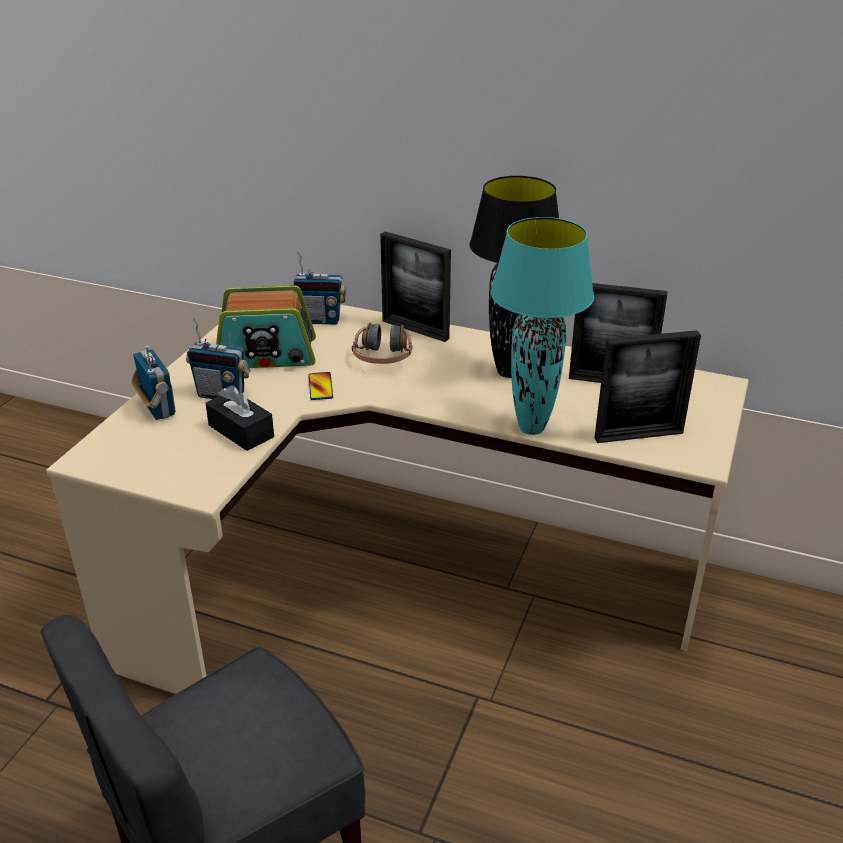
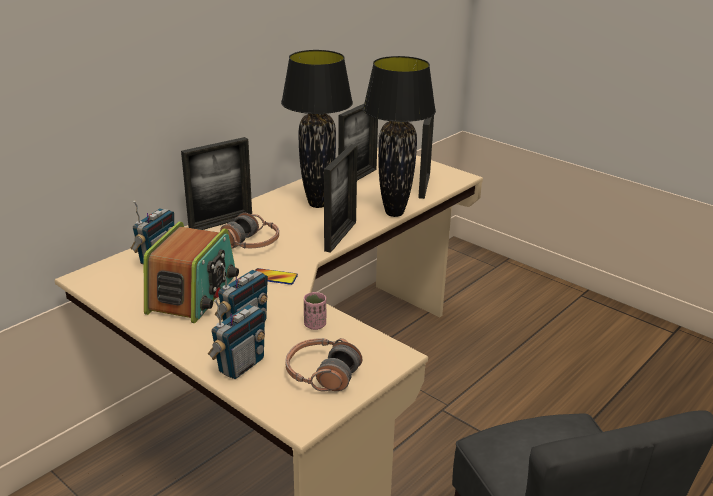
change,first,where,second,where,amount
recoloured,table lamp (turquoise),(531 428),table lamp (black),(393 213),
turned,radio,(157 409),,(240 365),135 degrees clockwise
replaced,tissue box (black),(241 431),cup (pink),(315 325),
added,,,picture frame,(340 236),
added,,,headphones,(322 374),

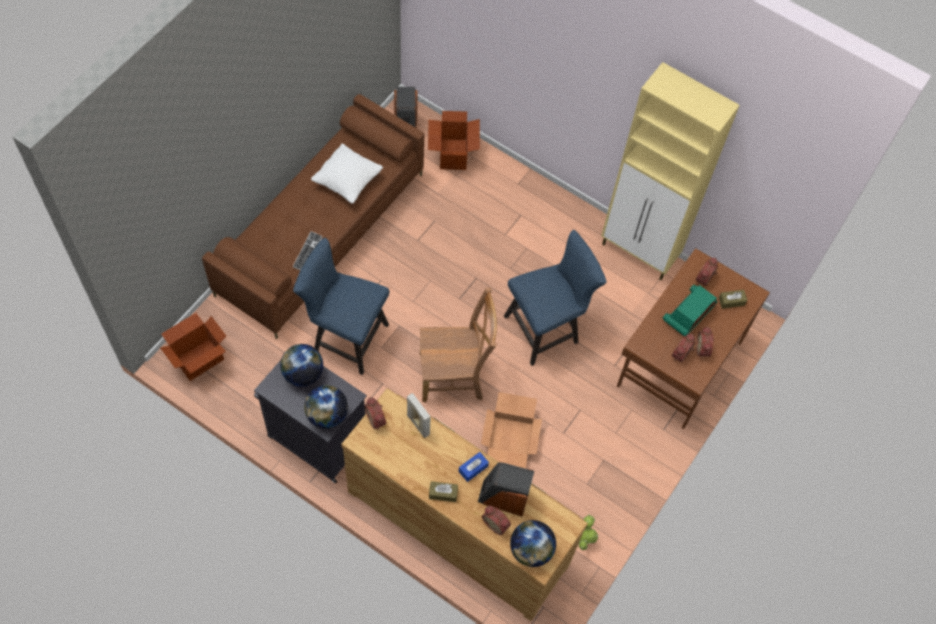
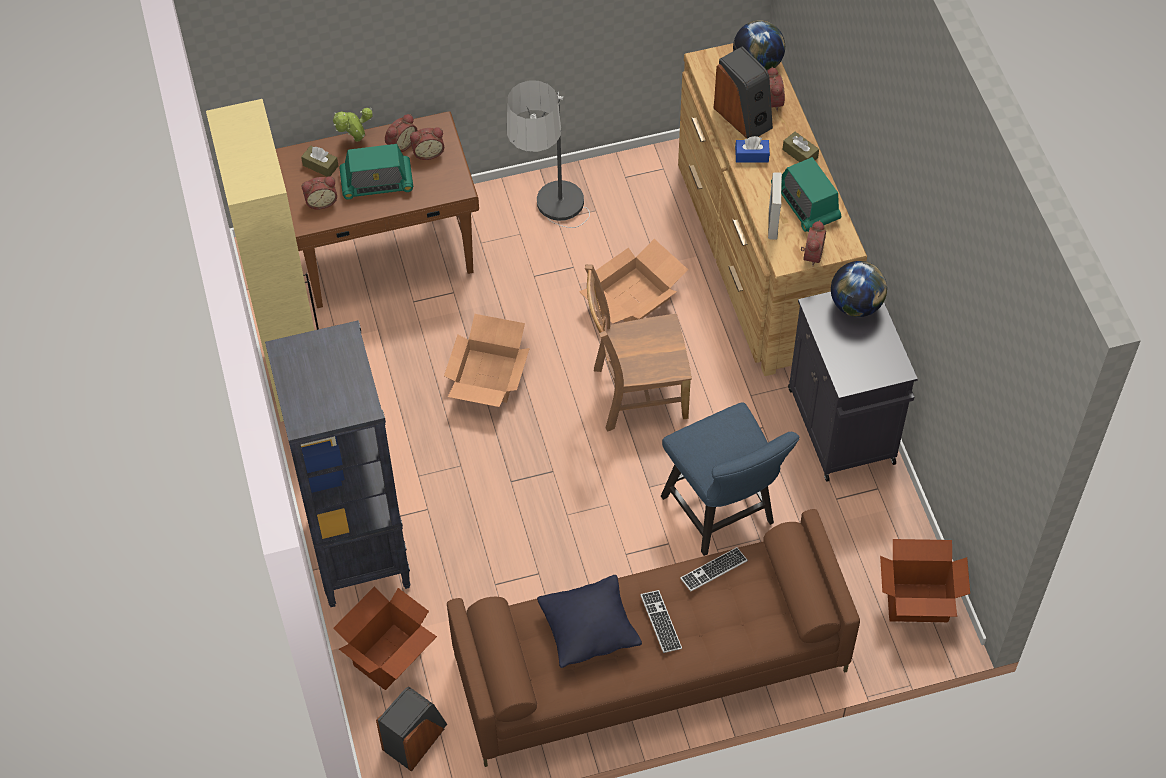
change,first,where,second,where,amount
recoloured,pillow (white),(347 181),pillow (black),(589 631),
replaced,chair (blue),(546 328),cardboard box,(487 375),
turned,chair (brown),(454 376),,(635 393),45 degrees counterclockwise
removed,globe,(303 374),,,
moved,potted plant,(583 541),,(355 140),
added,,,floor lamp,(552 233),
added,,,radio,(805 203),
added,,,bookcase (black),(359 552),
added,,,keyboard,(661 622),

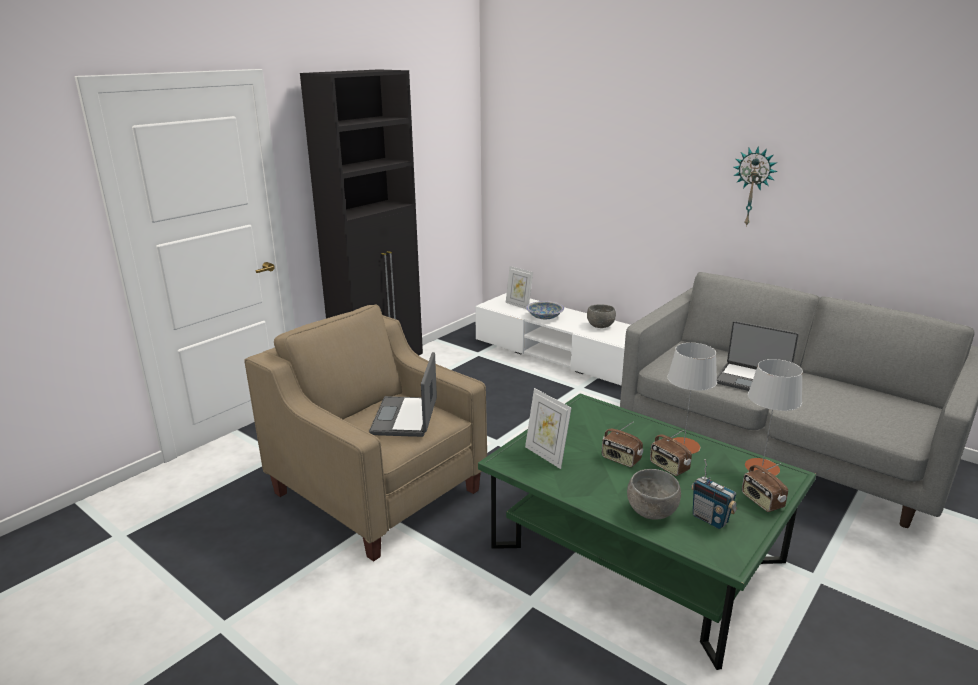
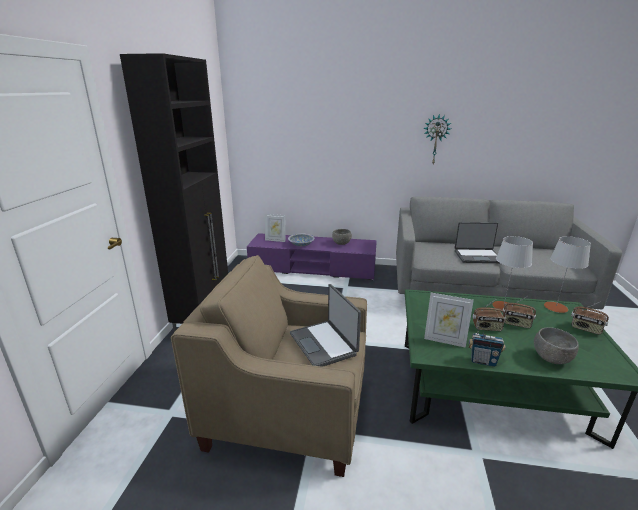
change,first,where,second,where,amount
recoloured,tv stand (white),(561 355),tv stand (purple),(313 268),
moved,radio,(710 519),,(483 361),

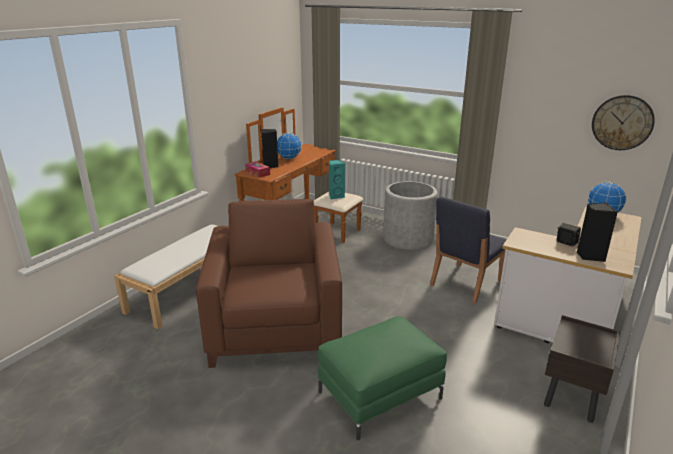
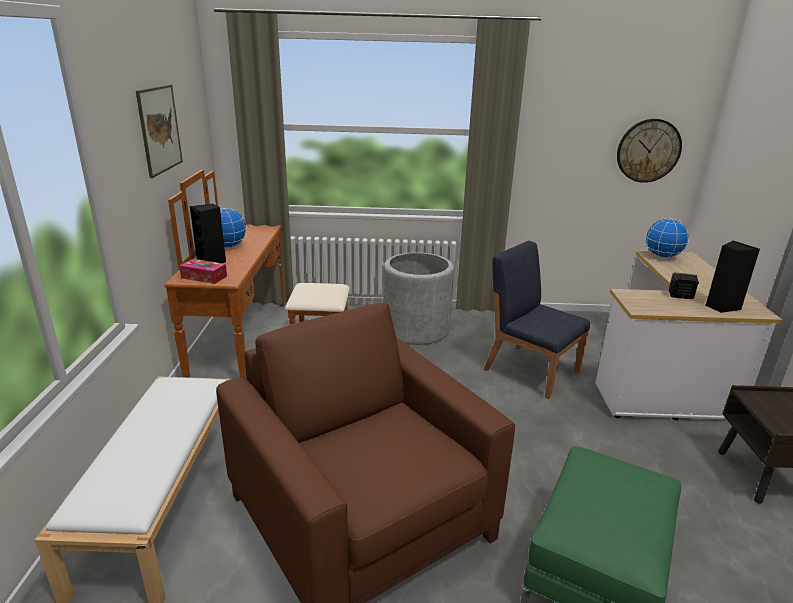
change,first,where,second,where,amount
removed,speaker (turquoise),(336 196),,,
turned,chair (blue),(465 283),,(530 370),120 degrees clockwise
added,,,picture,(160 129),

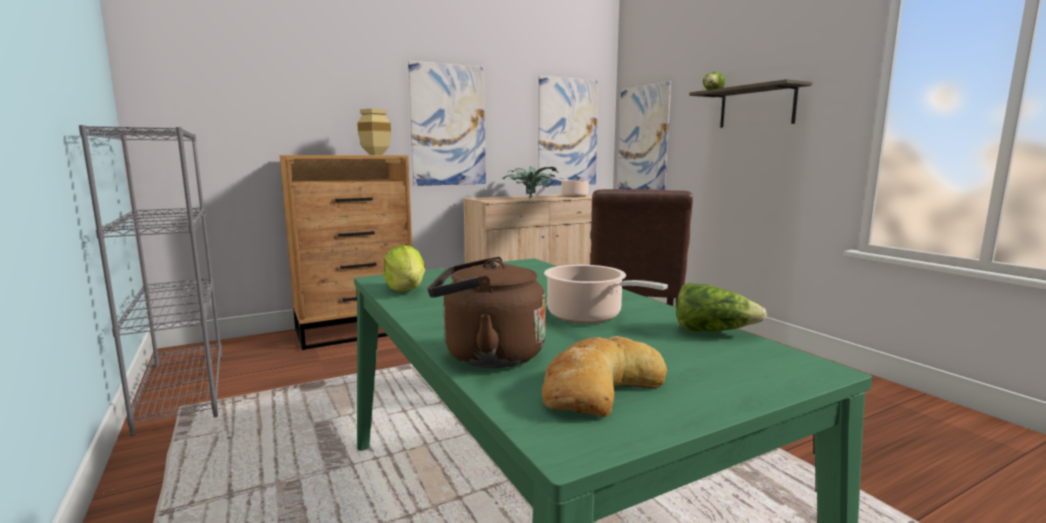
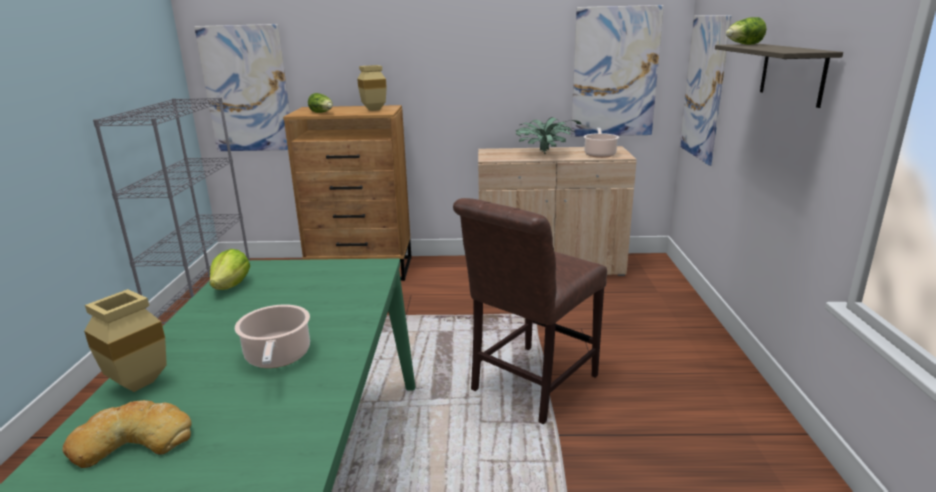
change,first,where,second,where,amount
moved,picture,(448 125),,(246 90),
replaced,kettle (brown),(487 355),vase (beige),(141 382),
moved,lettuce,(712 331),,(322 113),

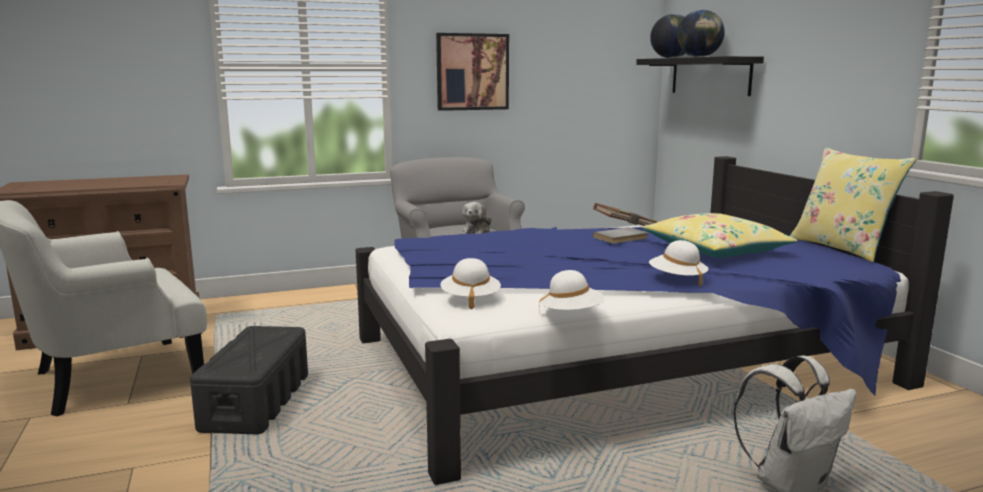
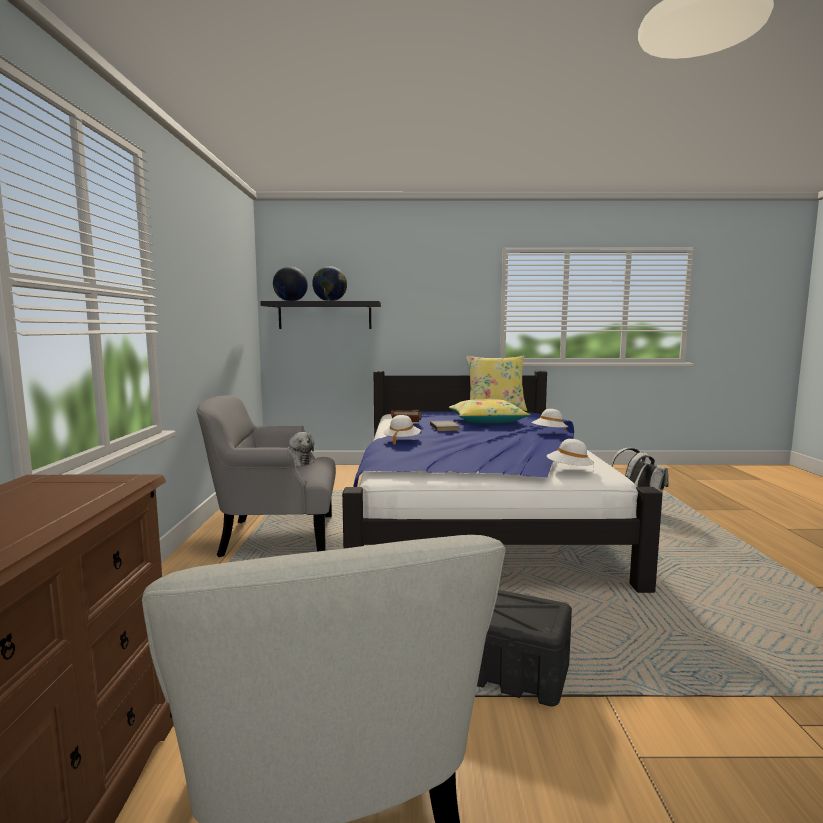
change,first,where,second,where,amount
removed,picture,(472 72),,,
moved,hat (white),(571 314),,(401 441),

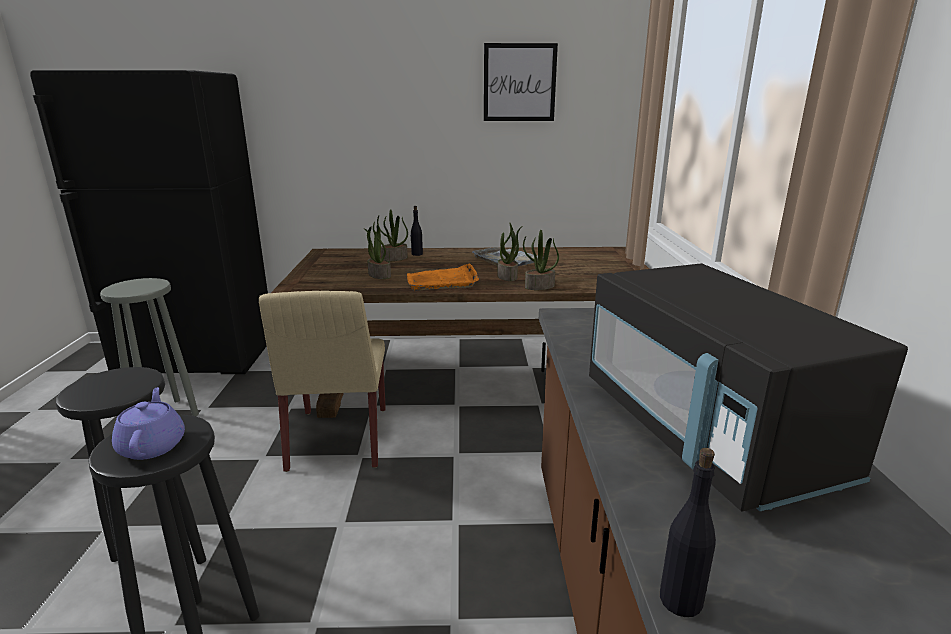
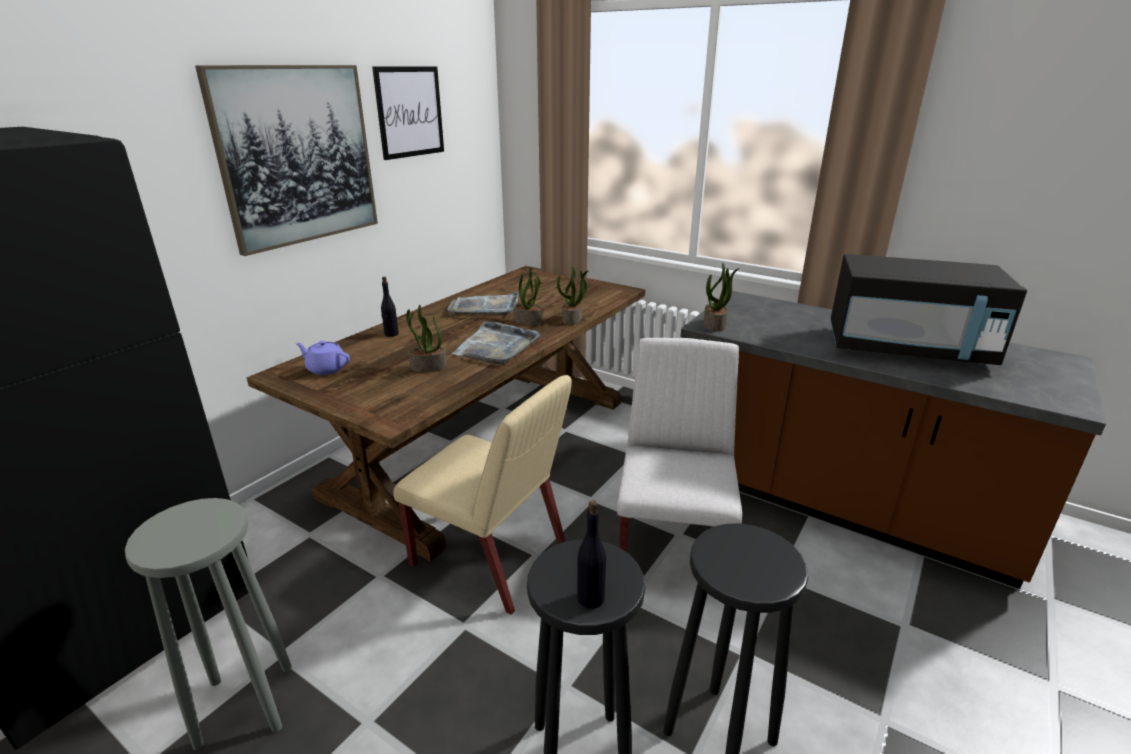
change,first,where,second,where,amount
moved,potted plant,(394 259),,(715 325),
recoloured,tray (orange),(442 281),tray (grey),(497 346),
moved,teapot (purple),(153 445),,(326 369),
moved,bottle (black),(681 600),,(590 598),
added,,,picture,(297 156),
added,,,chair (white),(672 543),

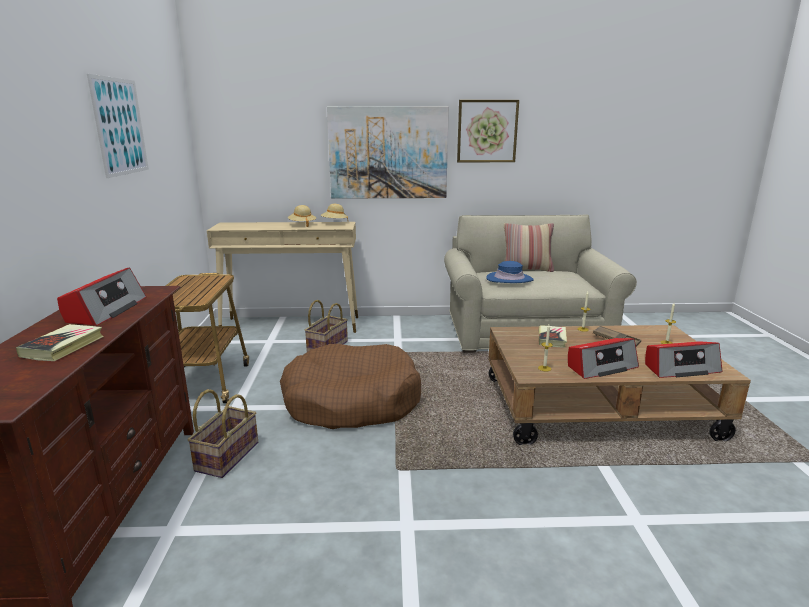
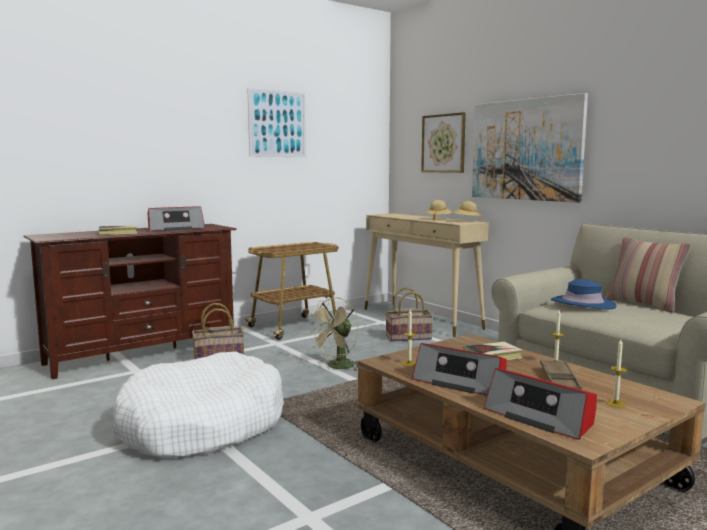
change,first,where,second,where,amount
moved,picture,(487 131),,(443 143),
replaced,dog bed (brown),(351 401),fan (beige),(337 367),
added,,,dog bed (white),(202 425),

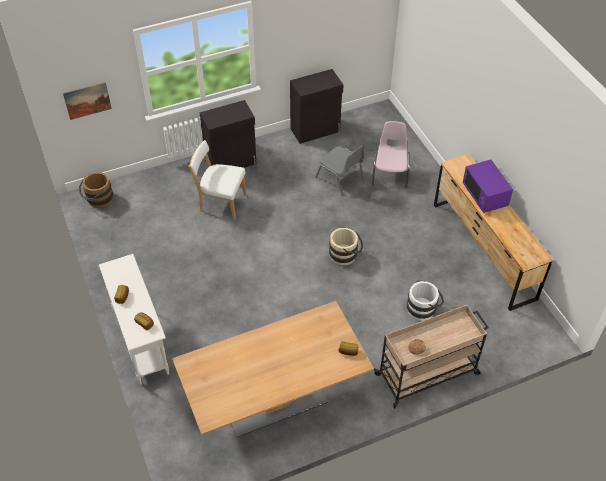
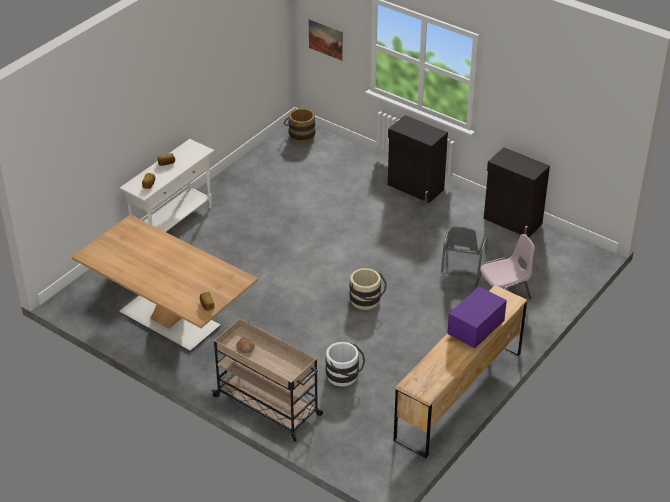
change,first,where,second,where,amount
removed,chair (white),(220 203),,,

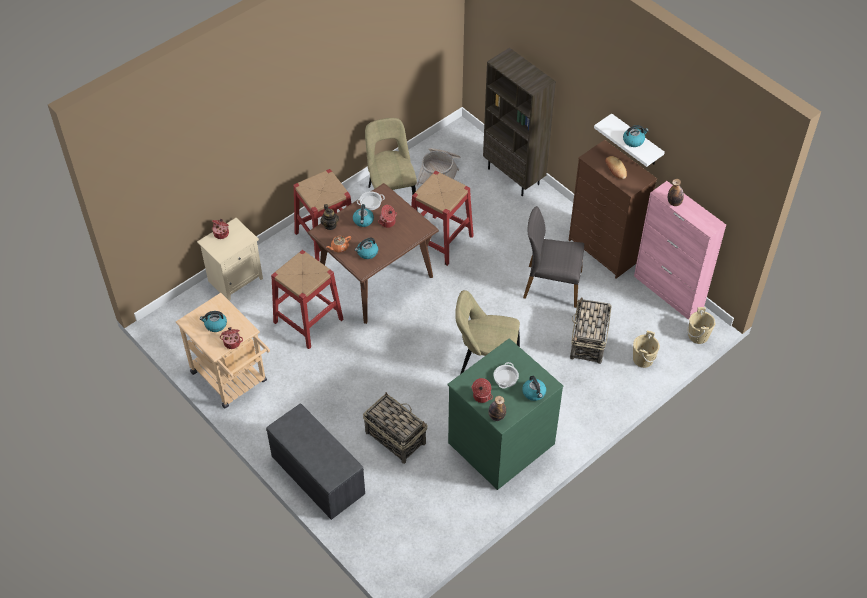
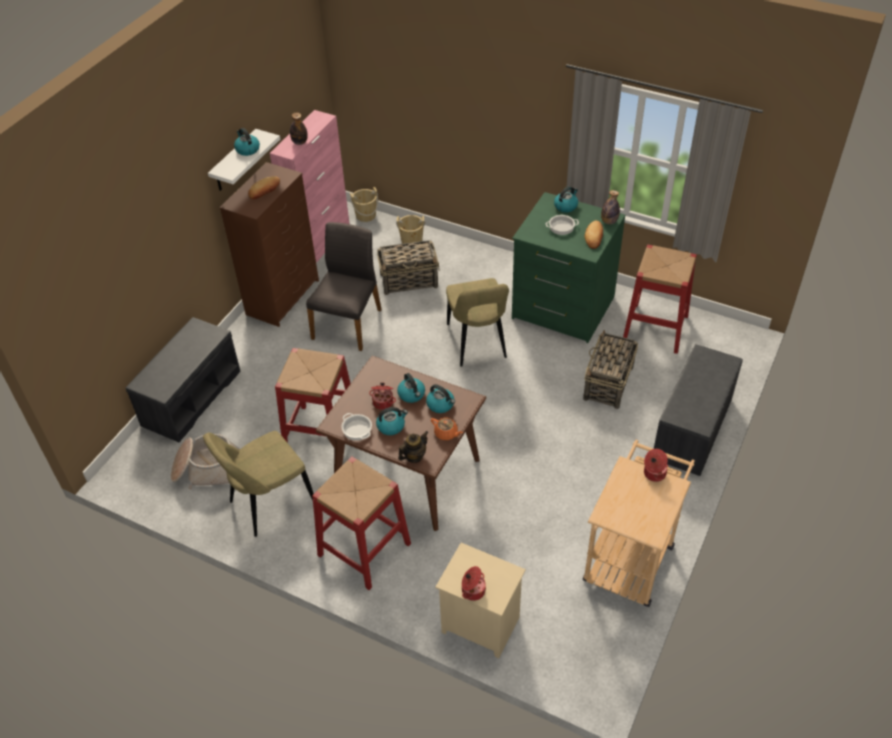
change,first,where,second,where,amount
replaced,bookcase (brown),(514 176),bench (grey),(191 397),
turned,chair (grey),(551 285),,(348 323),150 degrees counterclockwise
moved,stool (red),(308 320),,(655 328),
moved,kettle,(215 325),,(412 394),
replaced,cooking pot,(481 396),bread,(594 236),

